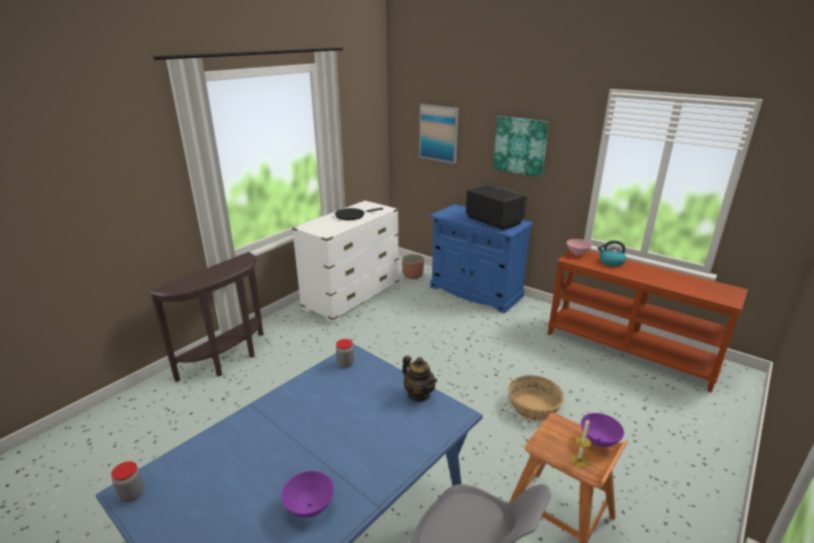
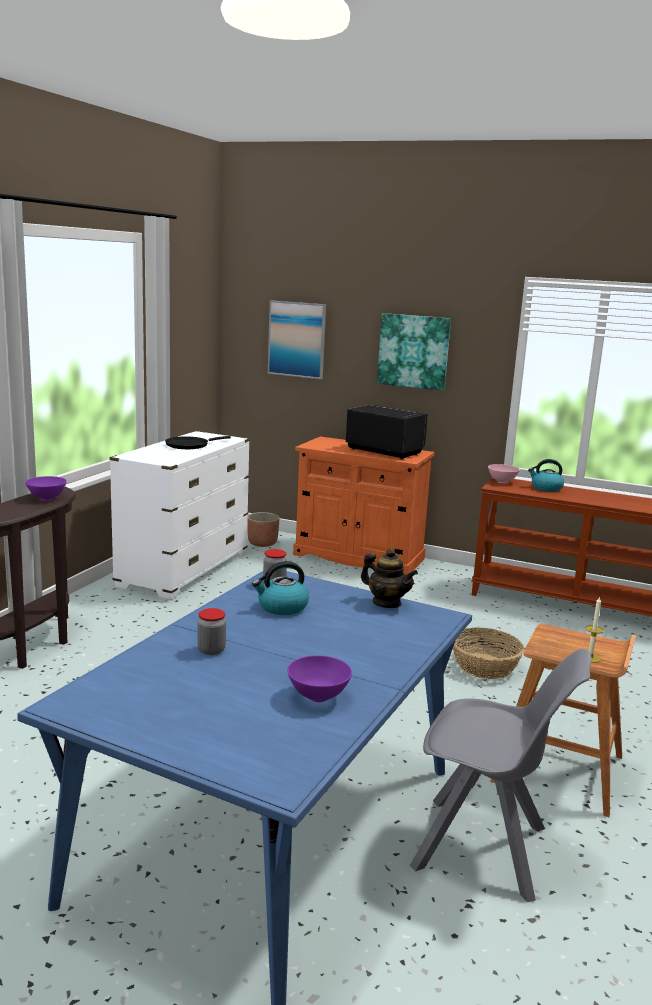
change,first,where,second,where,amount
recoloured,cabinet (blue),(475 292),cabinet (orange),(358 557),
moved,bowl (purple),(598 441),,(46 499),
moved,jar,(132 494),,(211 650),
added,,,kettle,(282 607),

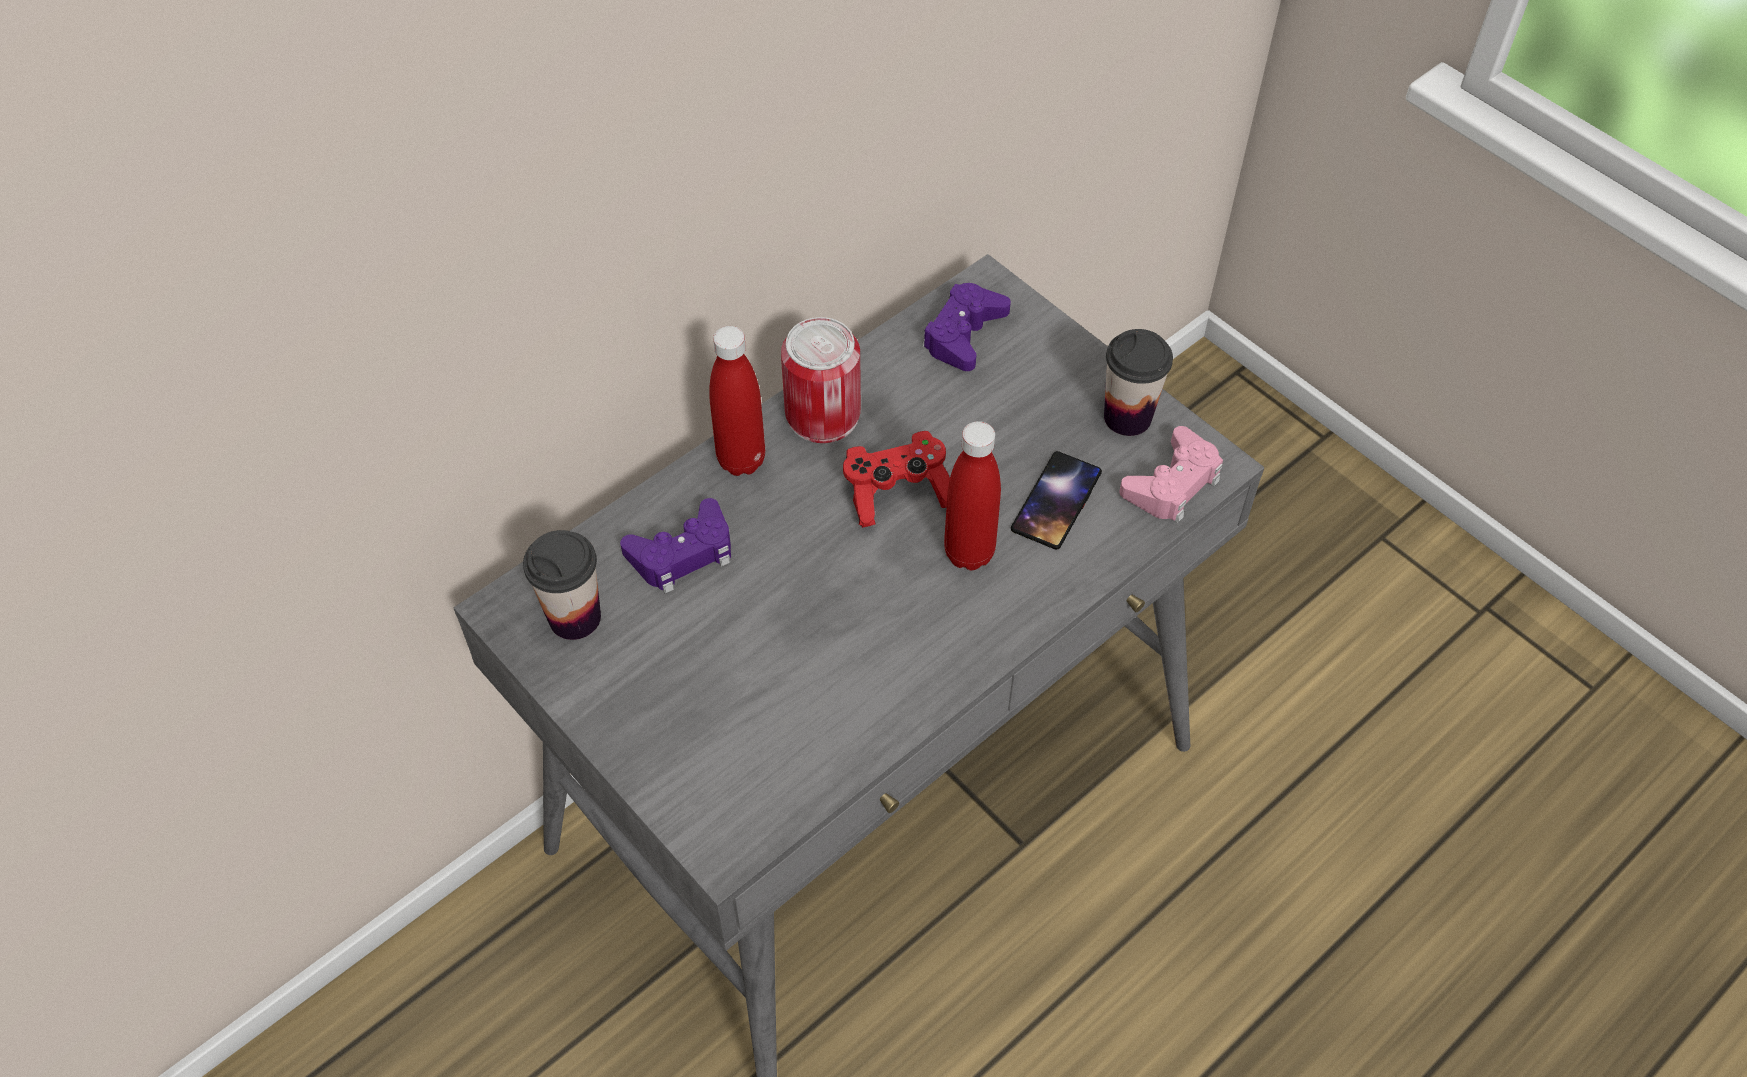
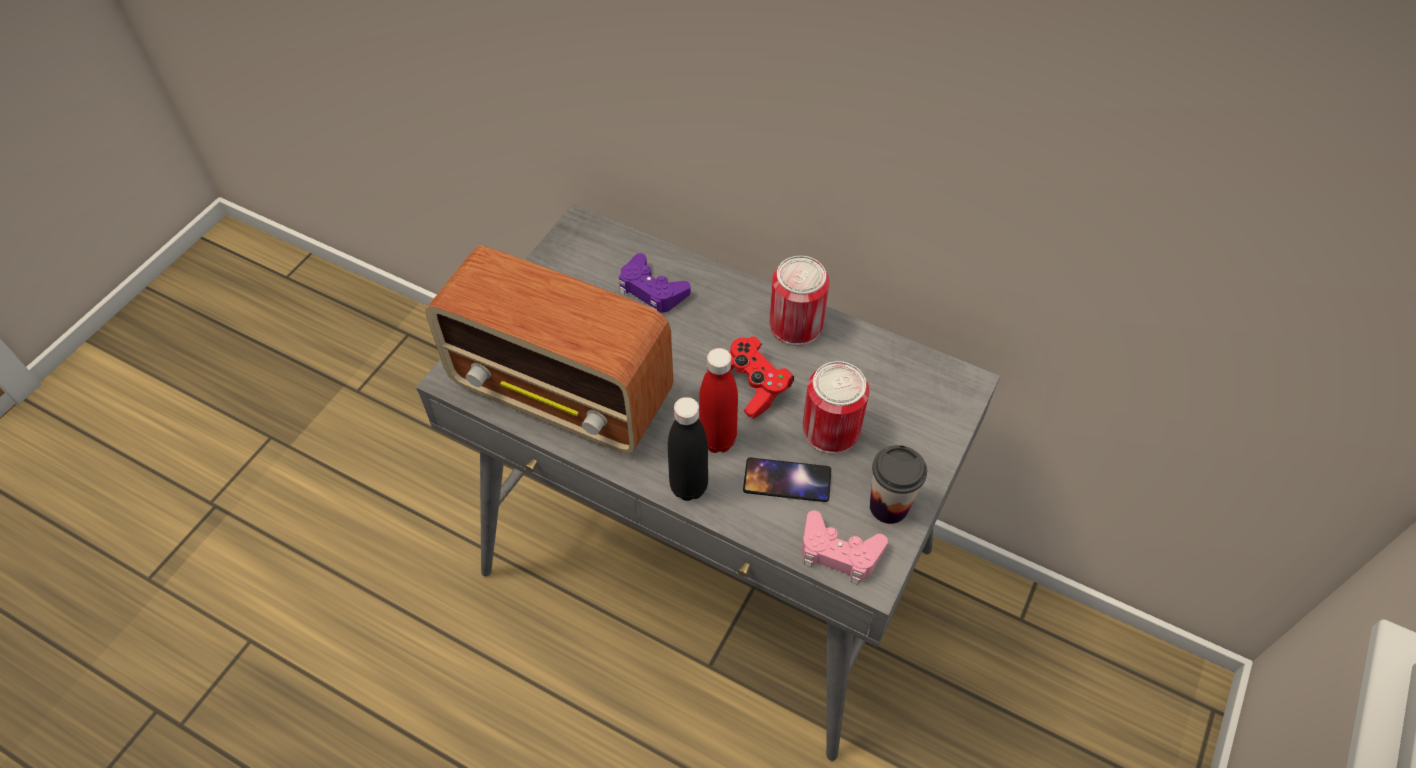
change,first,where,second,where,amount
removed,game controller (purple),(963 334),,,
removed,bottle (red),(741 460),,,
removed,cup,(574 617),,,
added,,,radio,(563 394),
added,,,can,(831 430),
added,,,bottle (black),(688 486),

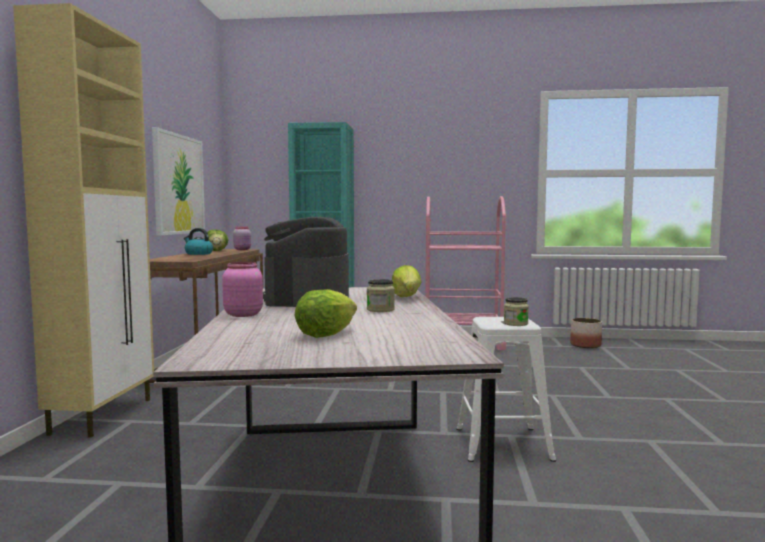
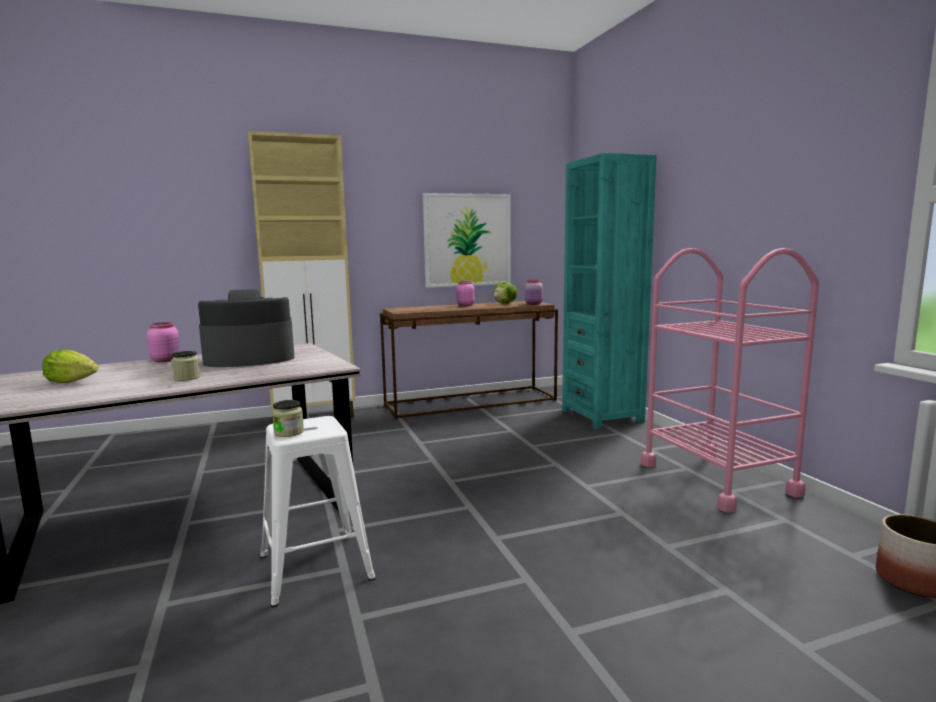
change,first,where,second,where,amount
replaced,kettle,(198 254),jar (pink),(465 305),
removed,lettuce,(407 297),,,

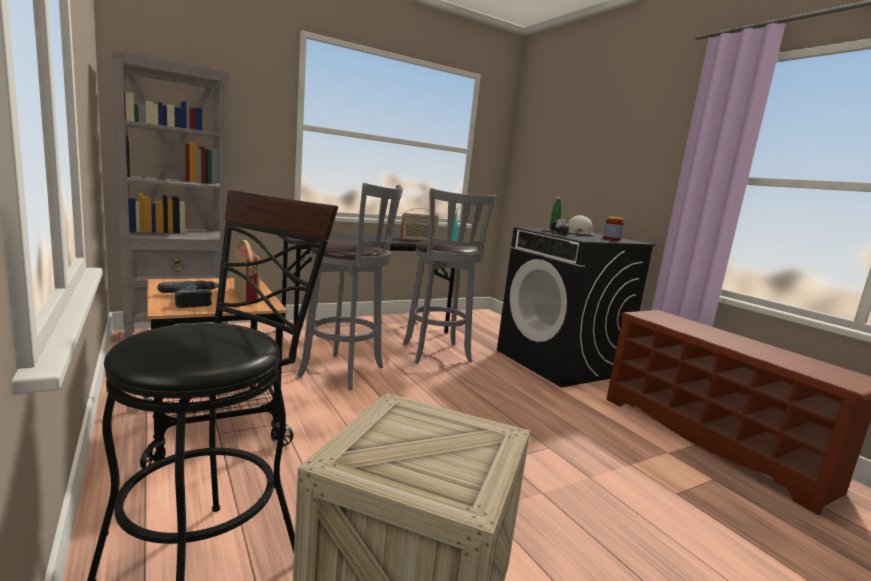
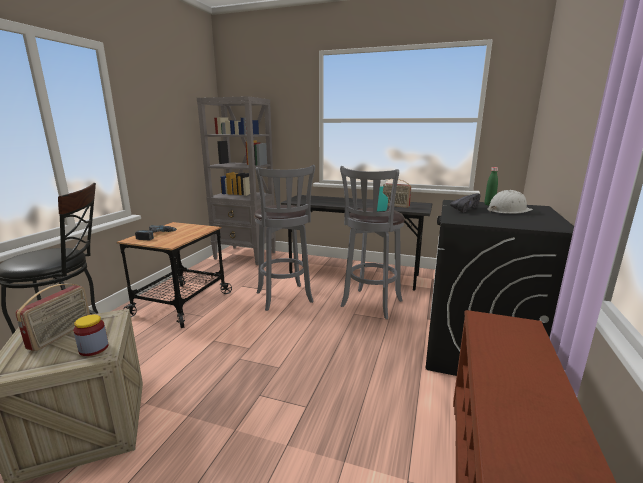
change,first,where,second,where,amount
moved,jar,(611 239),,(93 348),
moved,radio,(246 295),,(61 334),

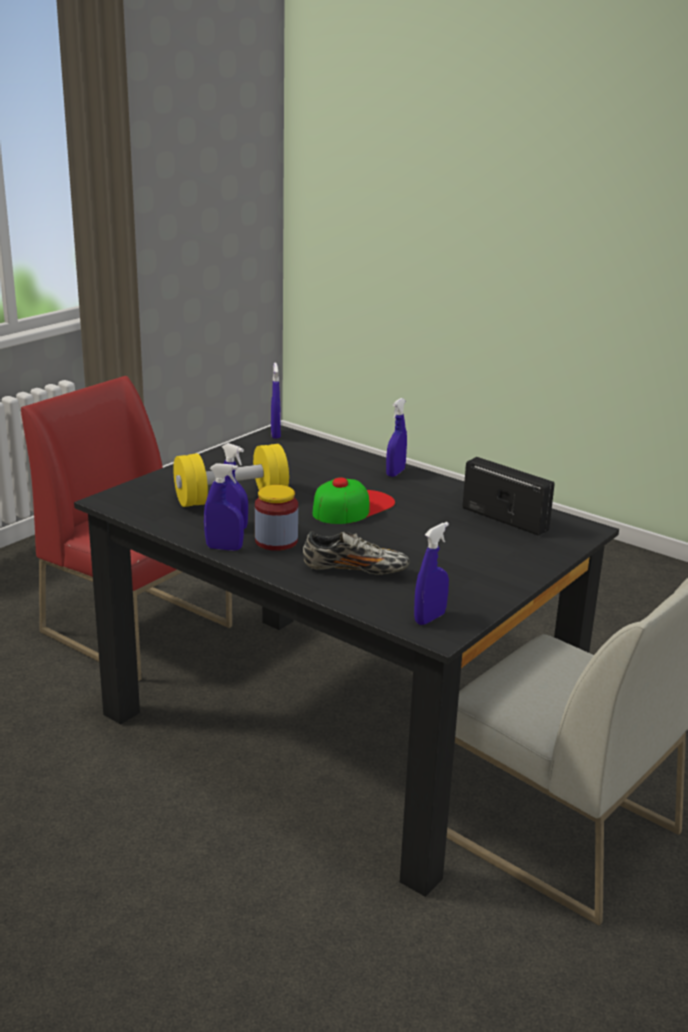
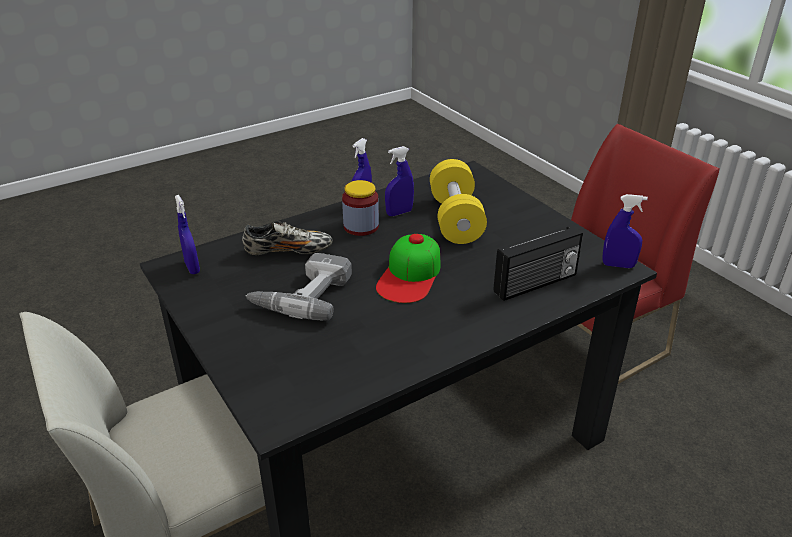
change,first,where,second,where,amount
removed,spray bottle (blue),(395 473),,,
moved,radio,(505 518),,(536 284),
turned,cap,(353 507),,(410 275),45 degrees clockwise
turned,shoe,(355 570),,(288 251),120 degrees counterclockwise
added,,,power drill,(302 294),

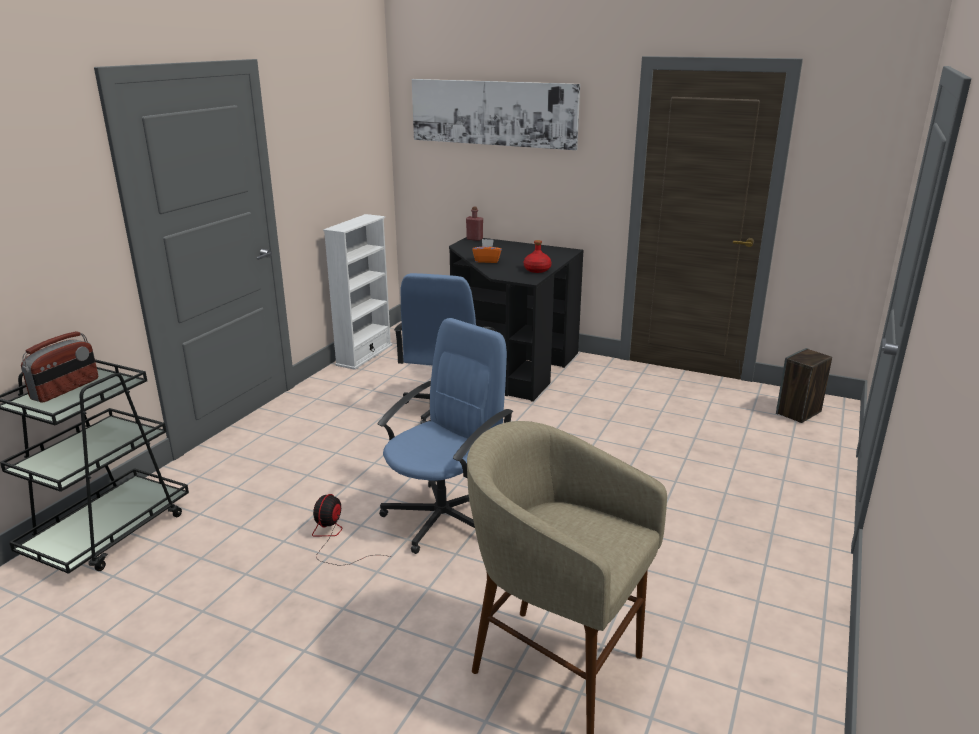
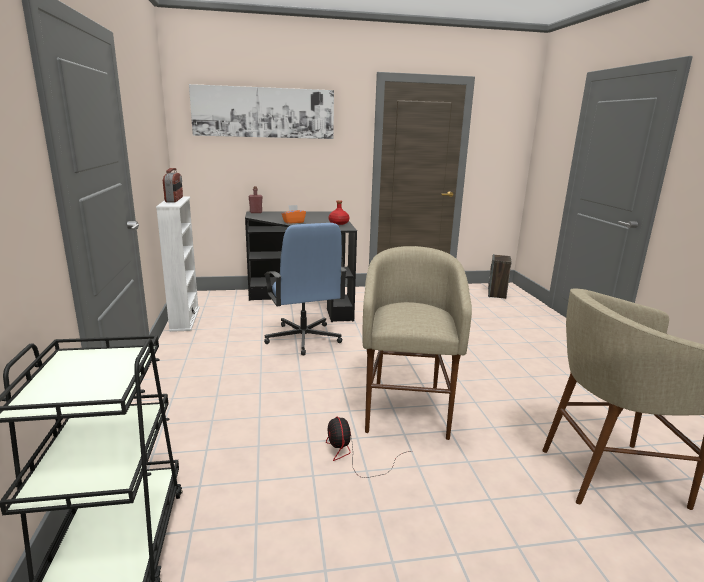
change,first,where,second,where,amount
replaced,office chair (blue),(444 517),stool (beige),(406 409),
moved,radio,(66 389),,(174 200),

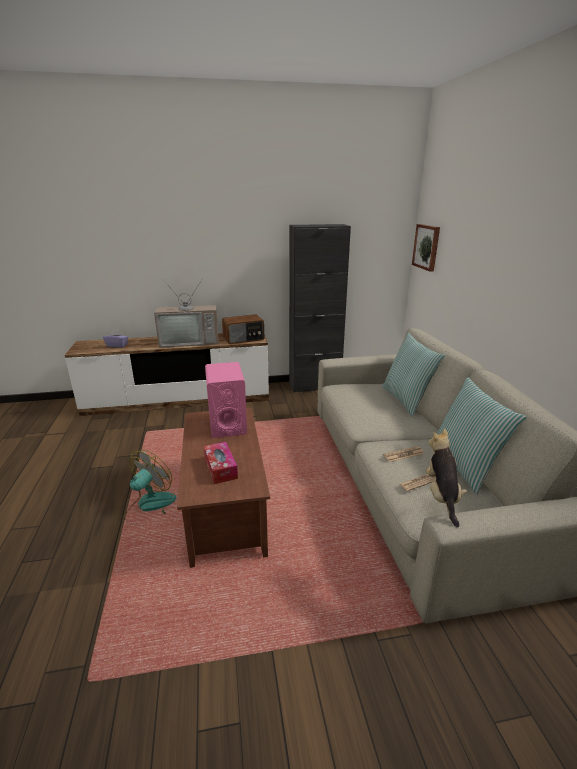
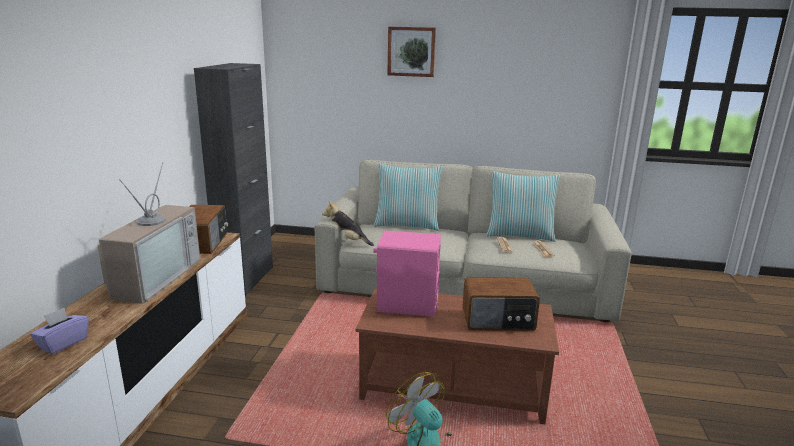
change,first,where,second,where,amount
moved,picture,(426 247),,(411 51),
moved,plush toy,(441 496),,(347 241),
replaced,tissue box,(220 468),radio,(498 320),

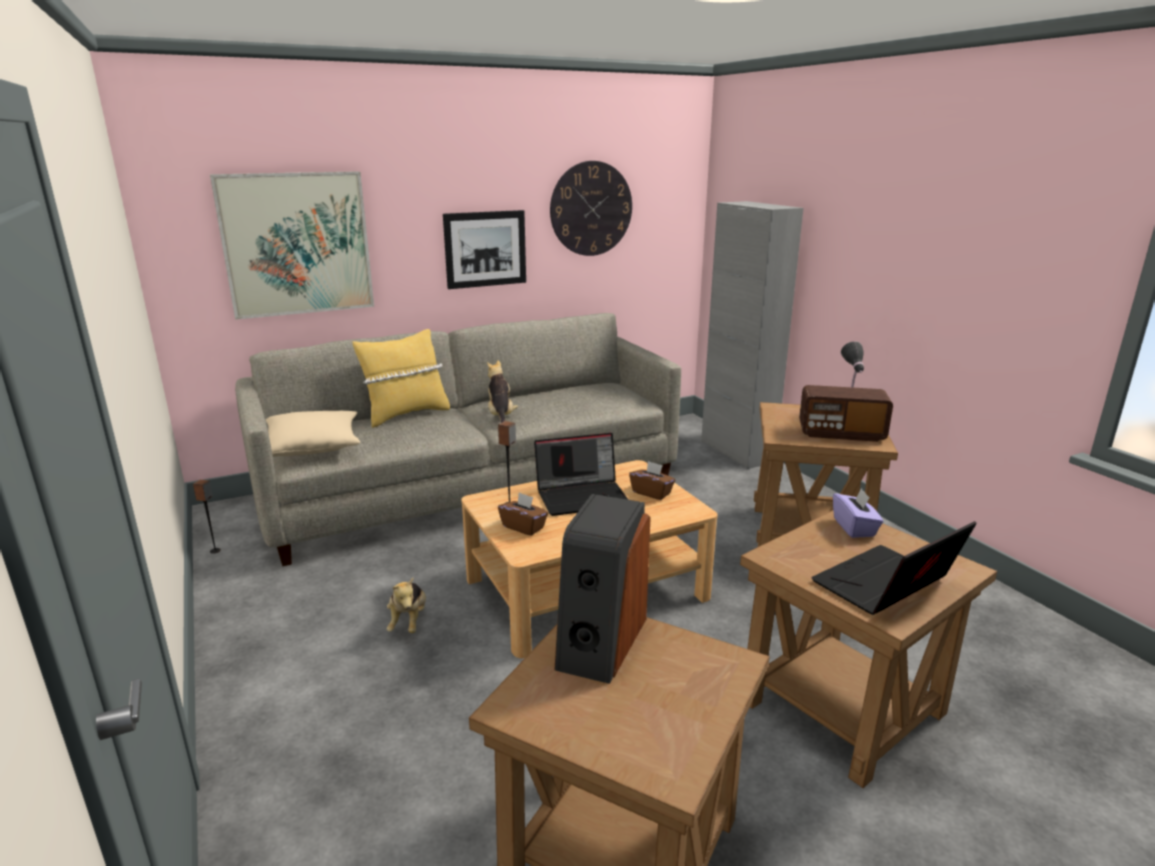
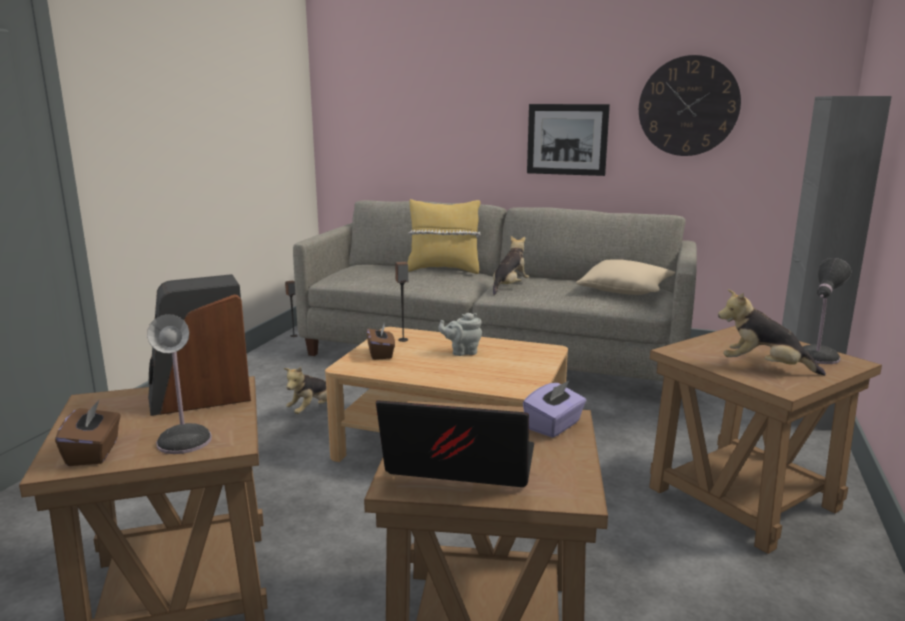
change,first,where,second,where,amount
removed,picture,(297 244),,,
replaced,radio,(841 433),plush toy,(764 368),
moved,pillow (beige),(313 447),,(625 290),
replaced,laptop,(583 496),teapot (grey),(462 352),
moved,tissue box (brown),(651 493),,(94 452),
added,,,table lamp,(185 439),

